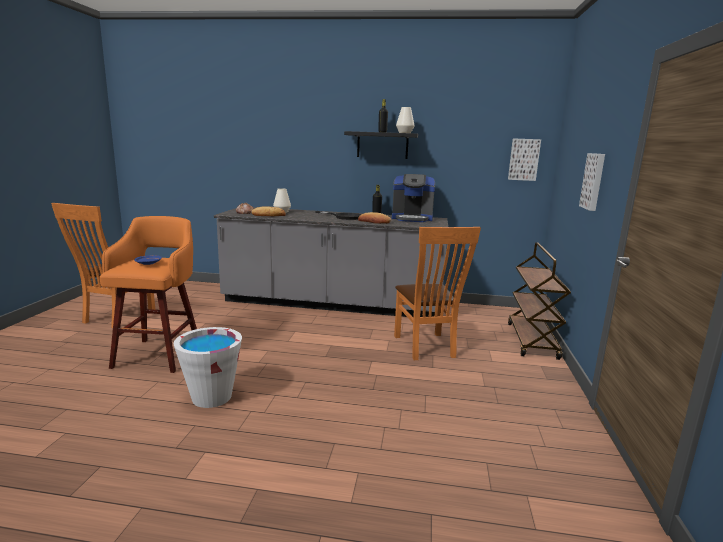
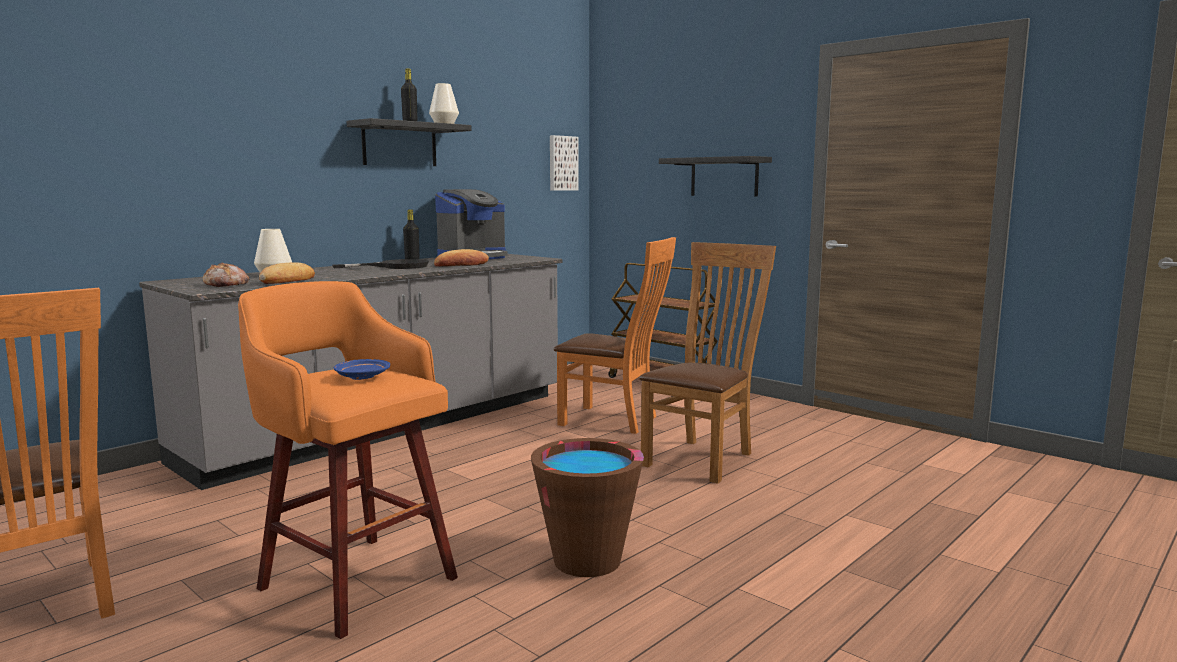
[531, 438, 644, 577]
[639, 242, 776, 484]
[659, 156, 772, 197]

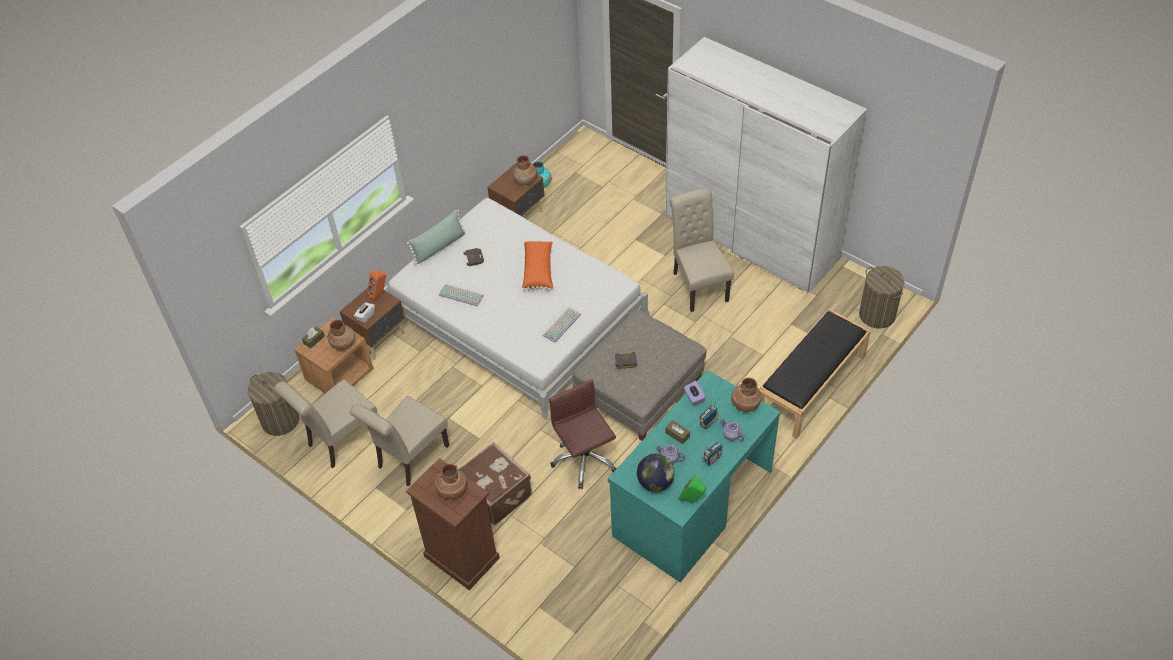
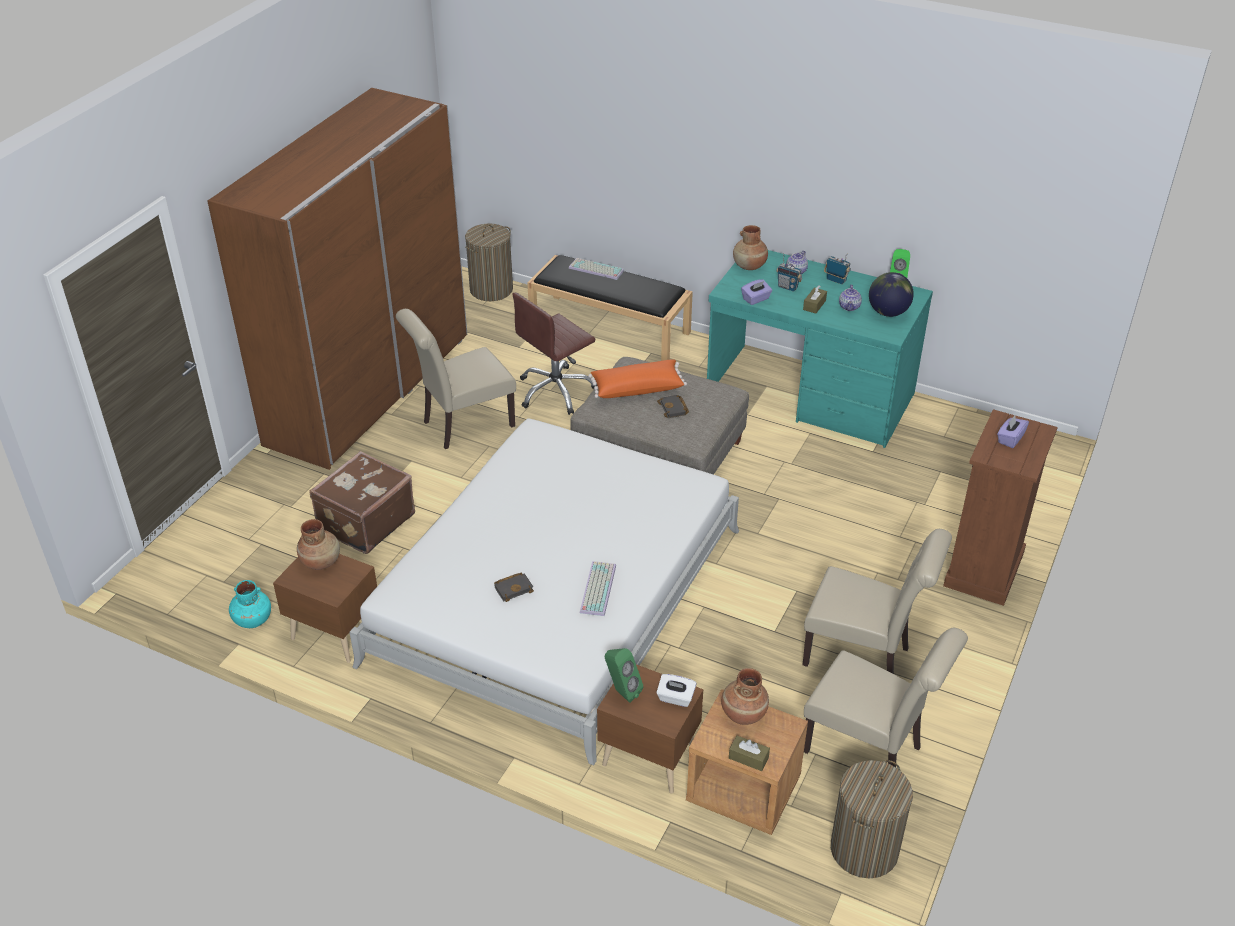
[207, 88, 467, 470]
[309, 451, 415, 554]
[512, 292, 597, 415]
[569, 258, 624, 280]
[588, 359, 687, 398]
[605, 648, 644, 703]
[997, 416, 1029, 448]
[407, 209, 466, 265] (first image)

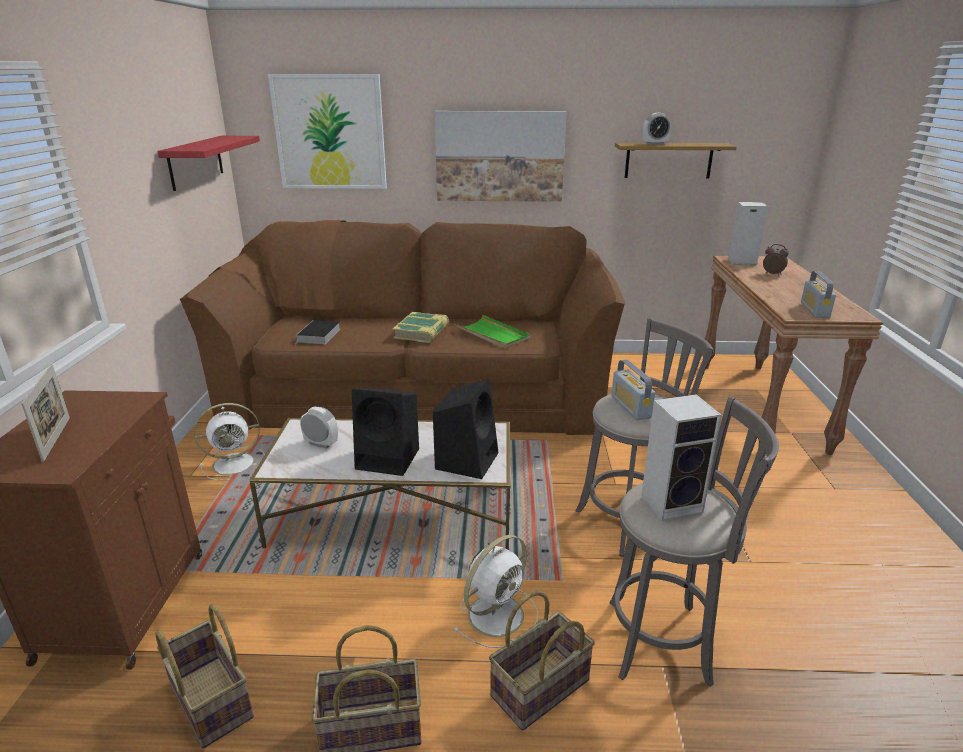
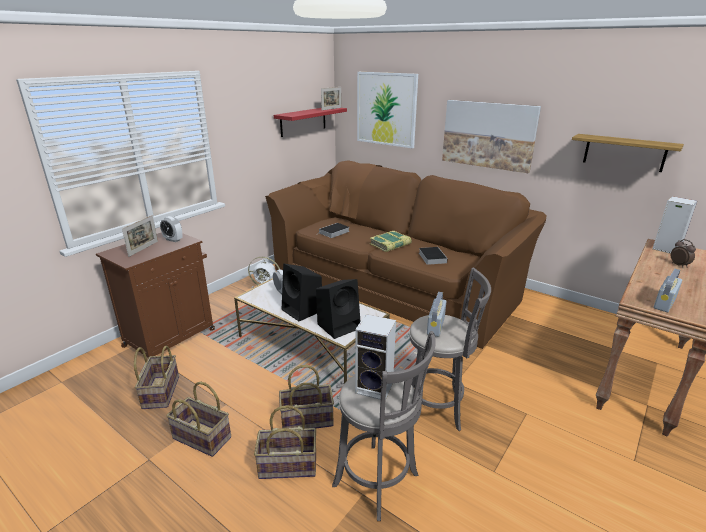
[160, 216, 183, 242]
[279, 365, 334, 428]
[321, 87, 341, 110]
[419, 247, 448, 265]

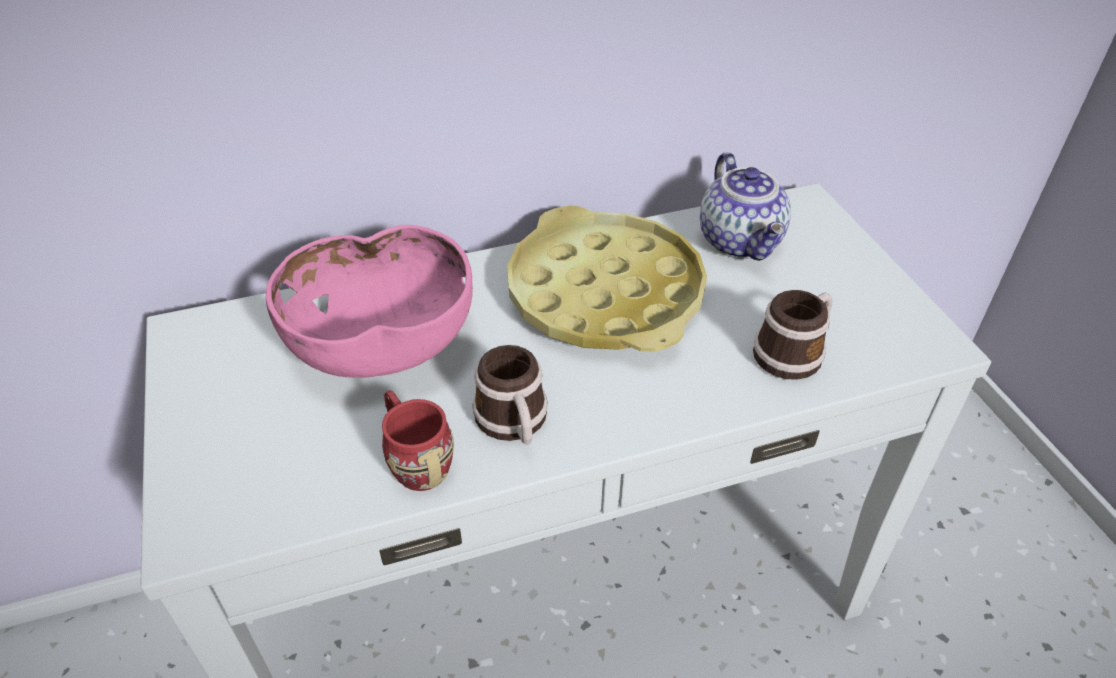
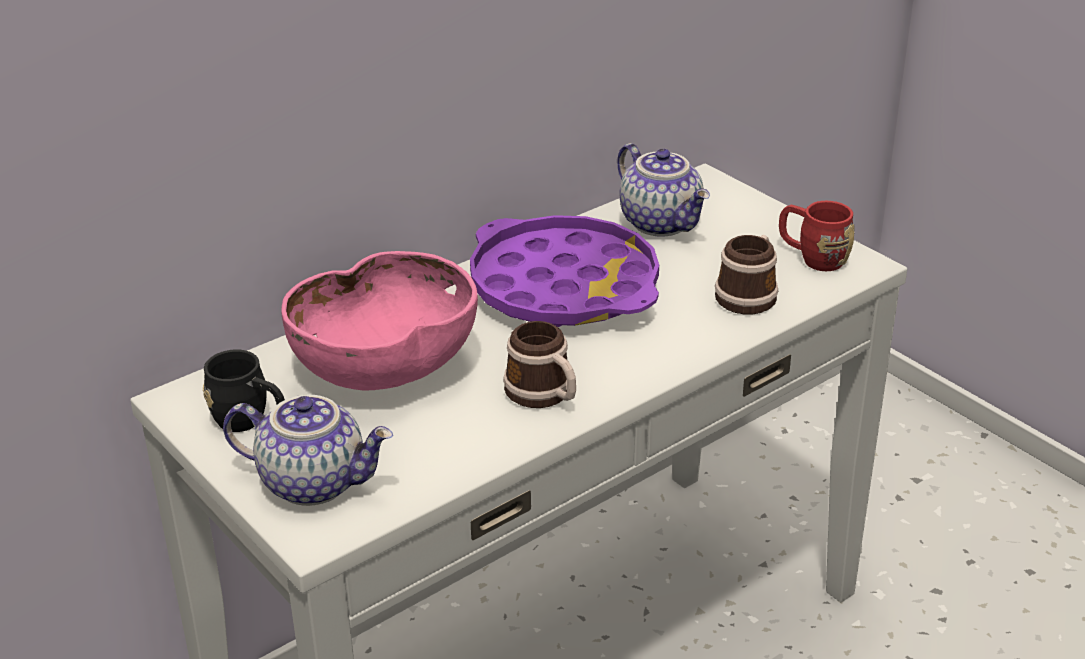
[203, 349, 285, 432]
[223, 395, 393, 506]
[470, 215, 659, 327]
[779, 201, 855, 271]

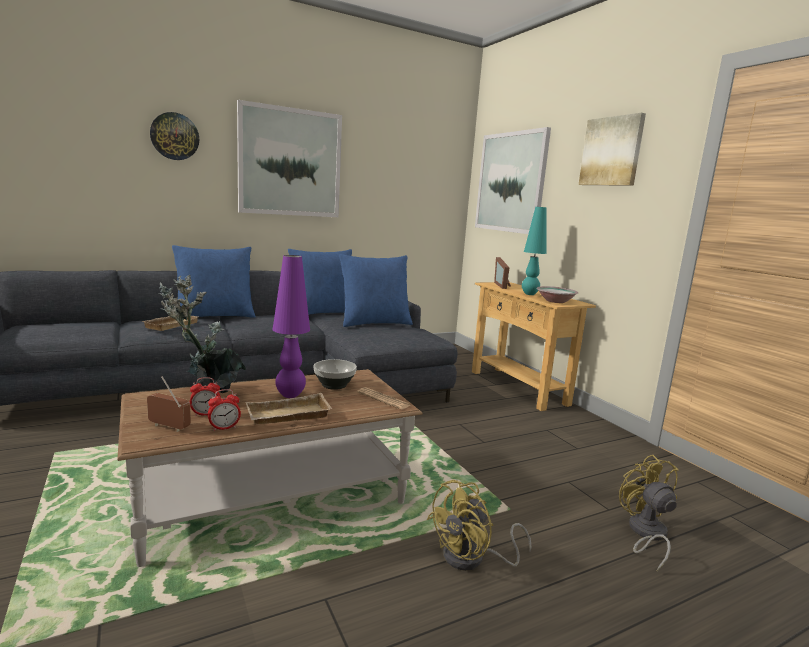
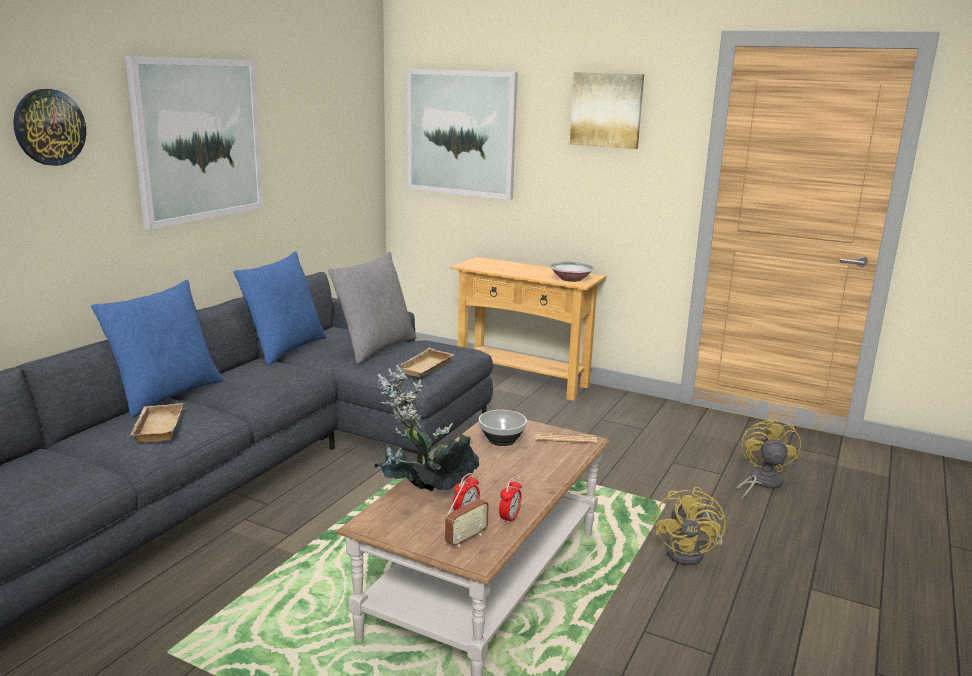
[328, 251, 417, 364]
[395, 348, 454, 377]
[445, 481, 489, 547]
[736, 417, 801, 501]
[272, 255, 310, 398] (first image)
[494, 257, 511, 289] (first image)
[522, 207, 547, 295] (first image)

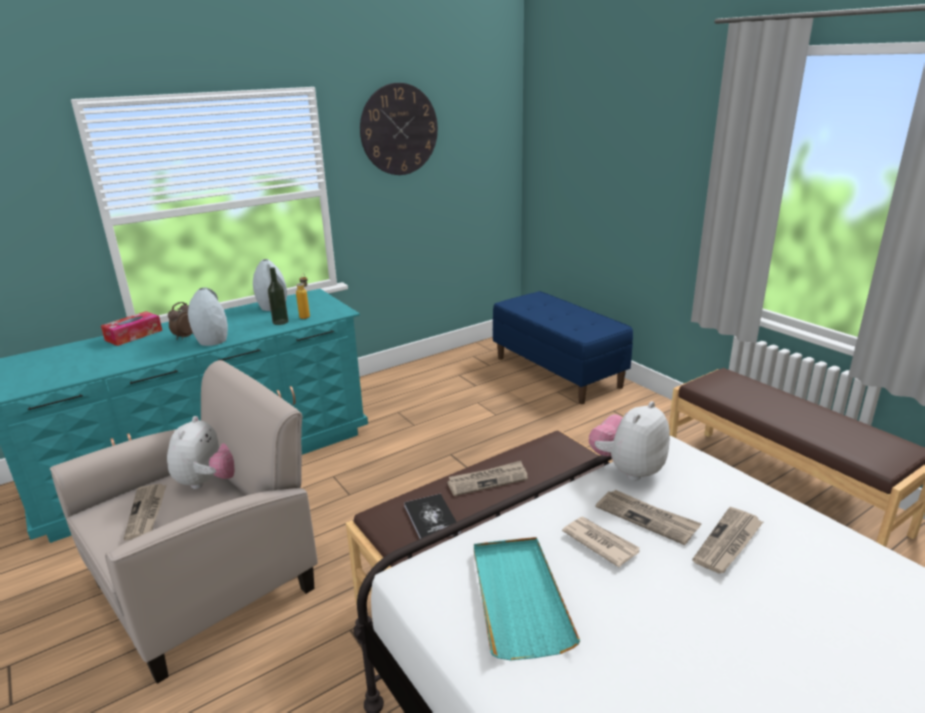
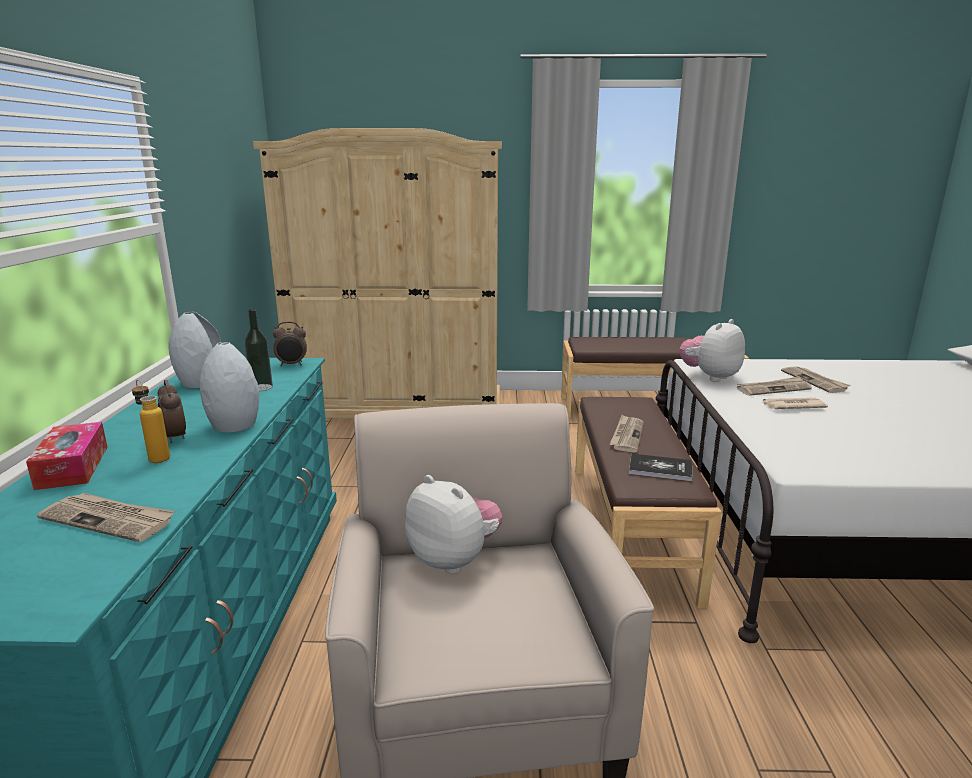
[37, 493, 175, 542]
[132, 379, 170, 463]
[253, 128, 502, 418]
[273, 321, 307, 366]
[680, 319, 745, 382]
[360, 83, 438, 175] (first image)
[474, 537, 580, 660] (first image)

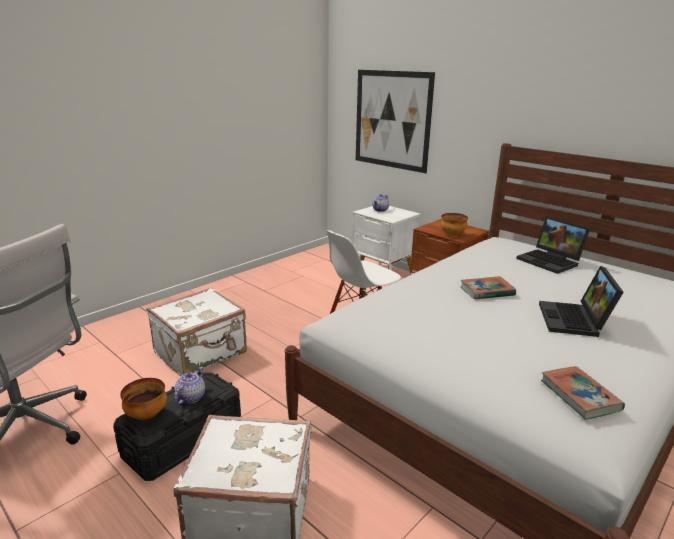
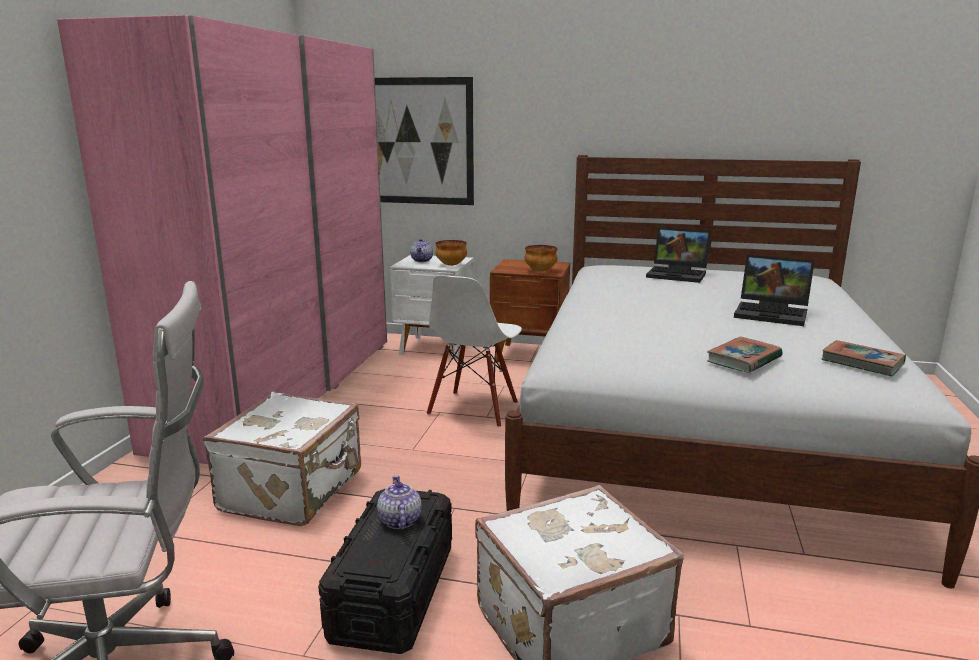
[57, 15, 387, 464]
[435, 240, 467, 266]
[707, 337, 783, 373]
[734, 255, 815, 326]

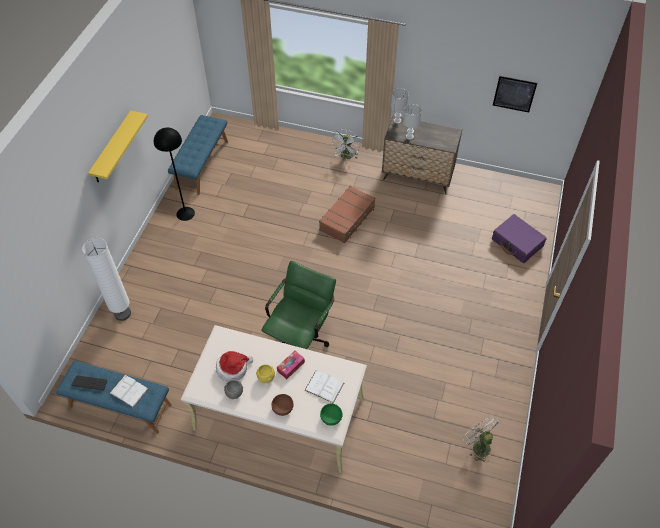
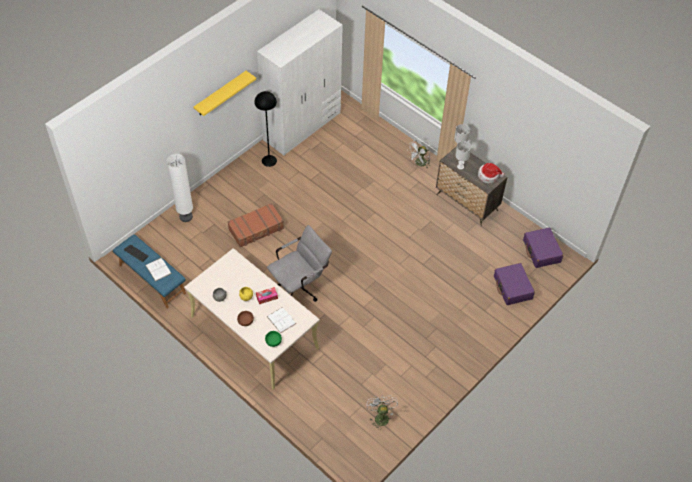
[227, 203, 284, 247]
[257, 9, 343, 156]
[267, 225, 332, 302]
[478, 163, 504, 183]
[523, 228, 563, 268]
[493, 76, 537, 112] (first image)

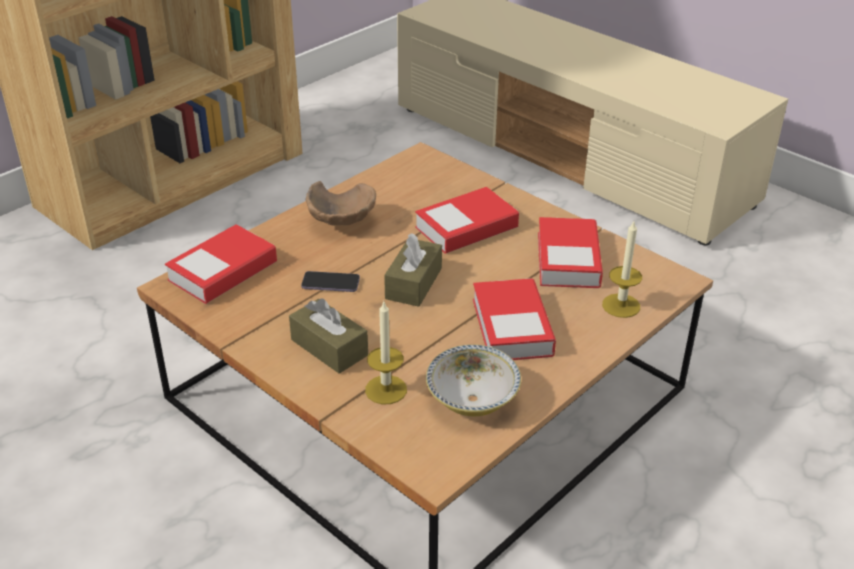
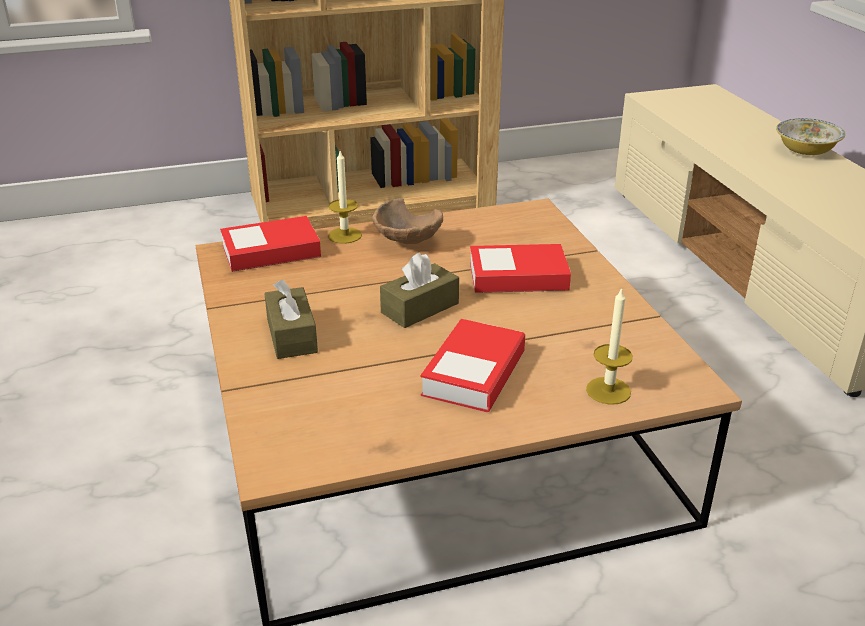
[328, 151, 362, 244]
[776, 118, 845, 155]
[301, 271, 360, 292] (first image)
[538, 217, 603, 288] (first image)

